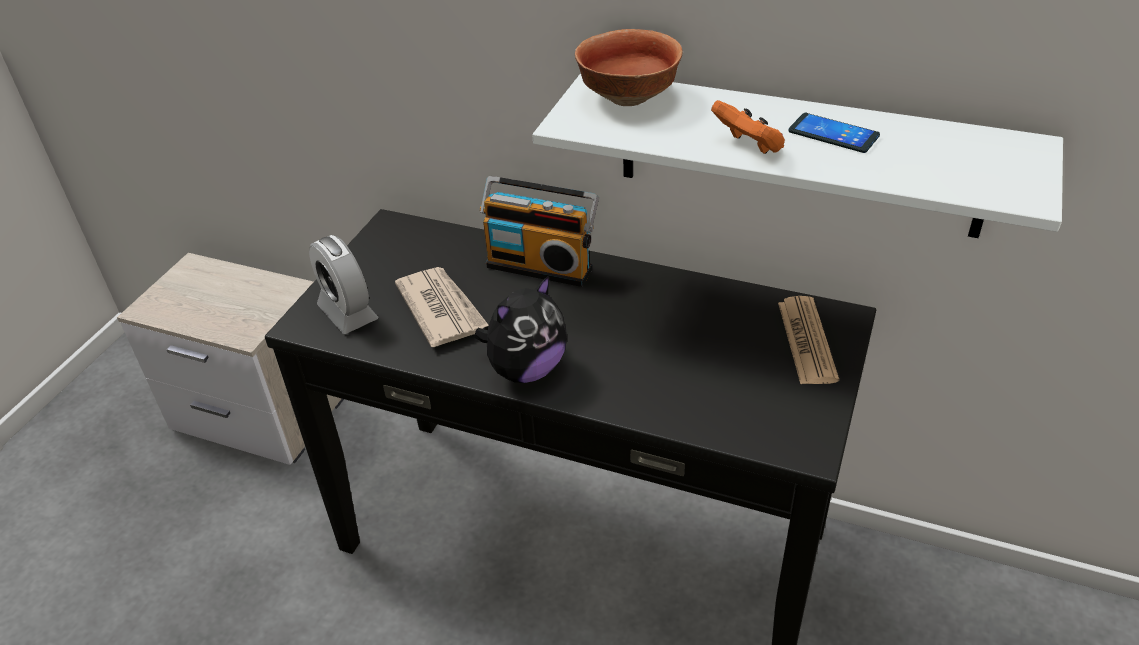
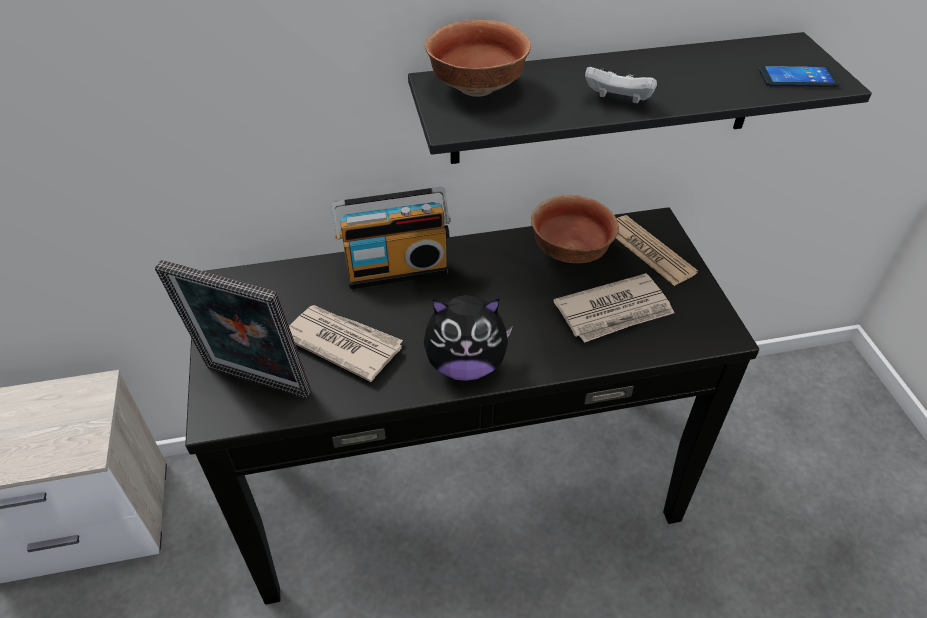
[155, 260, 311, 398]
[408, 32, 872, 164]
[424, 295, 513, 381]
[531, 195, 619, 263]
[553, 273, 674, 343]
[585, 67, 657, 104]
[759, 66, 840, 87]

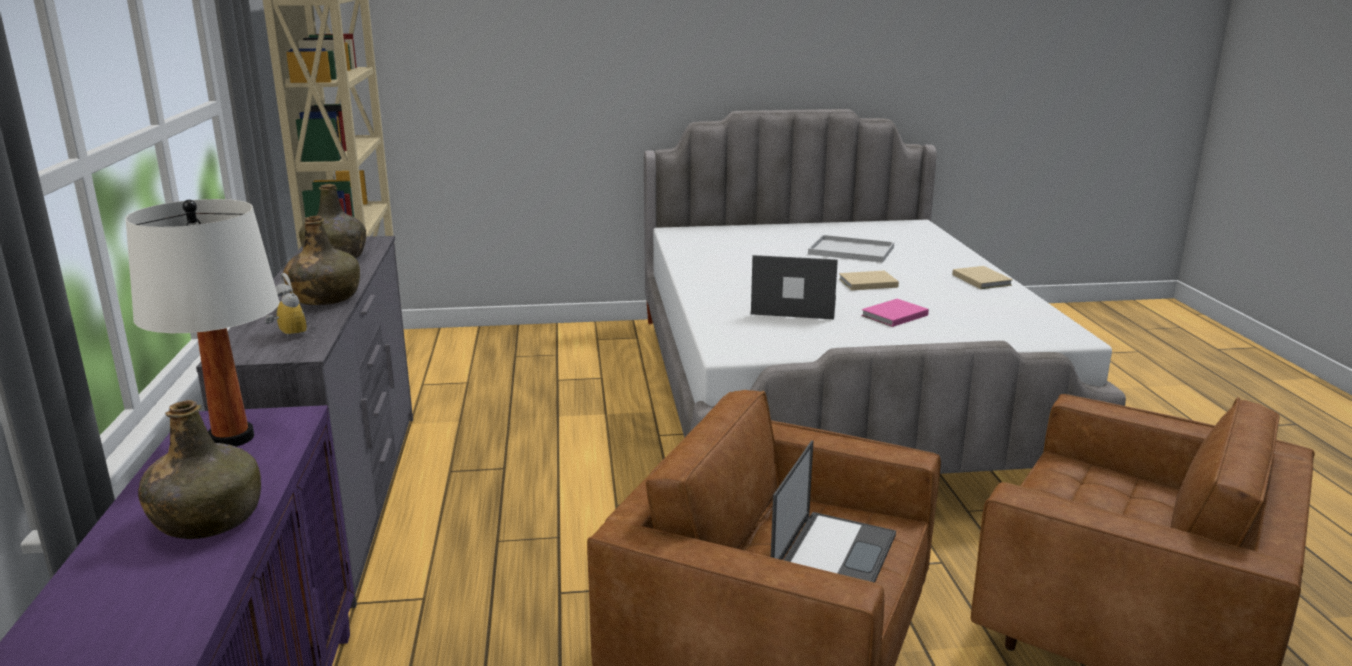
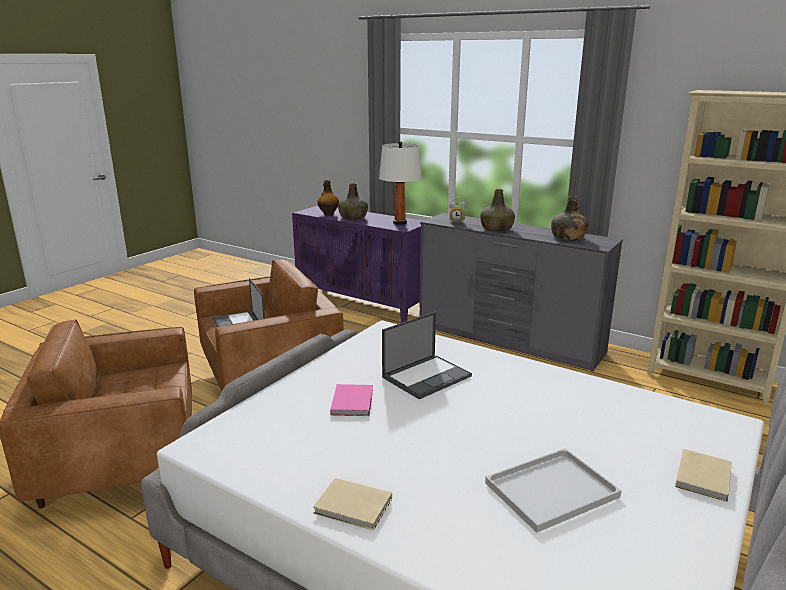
[317, 180, 339, 215]
[675, 449, 732, 502]

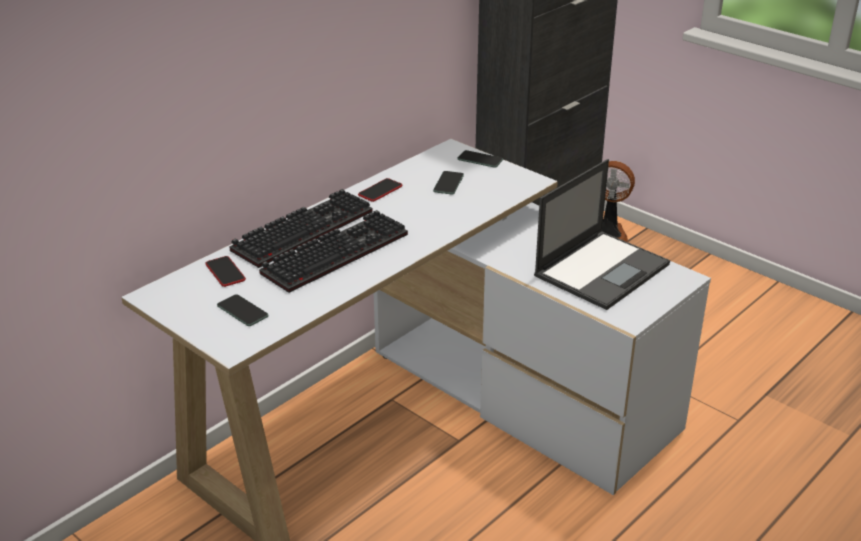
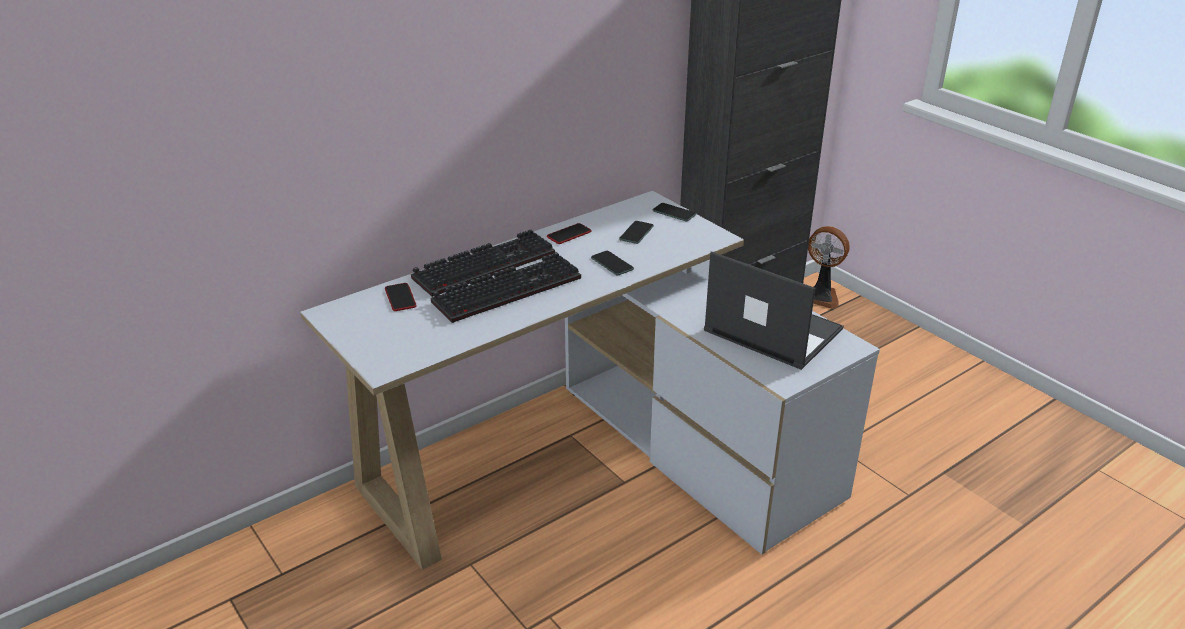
[591, 251, 634, 275]
[704, 251, 844, 370]

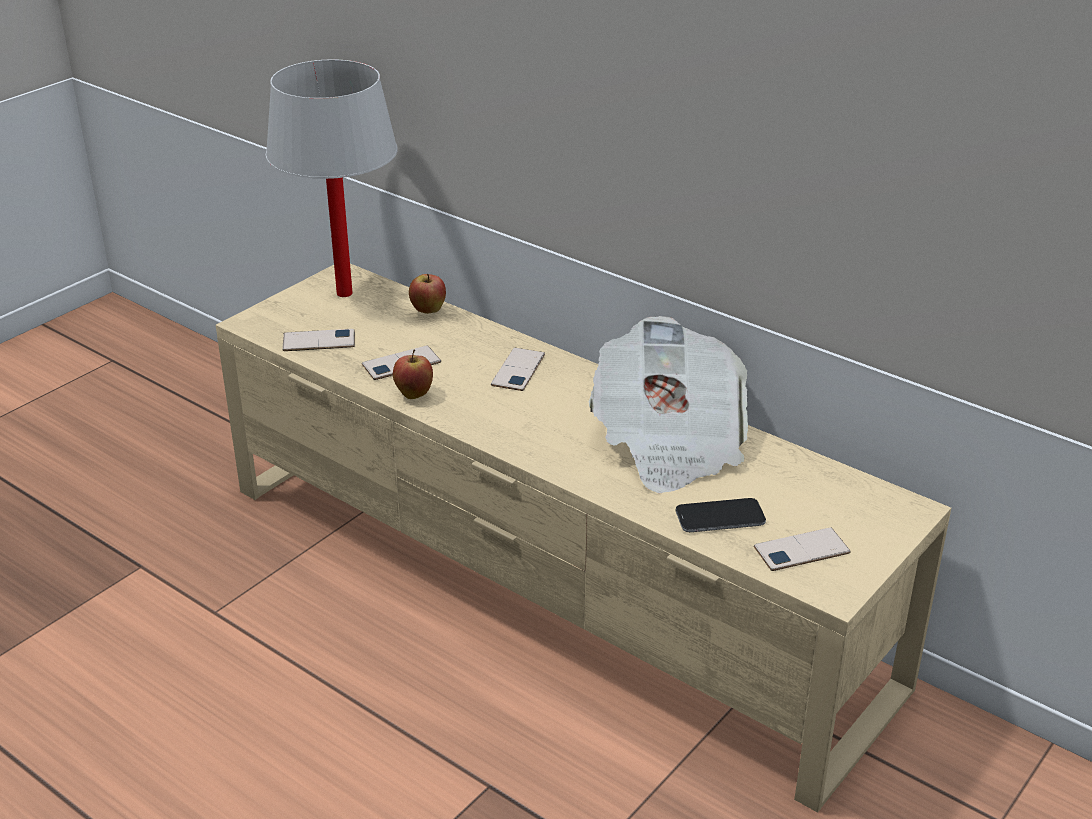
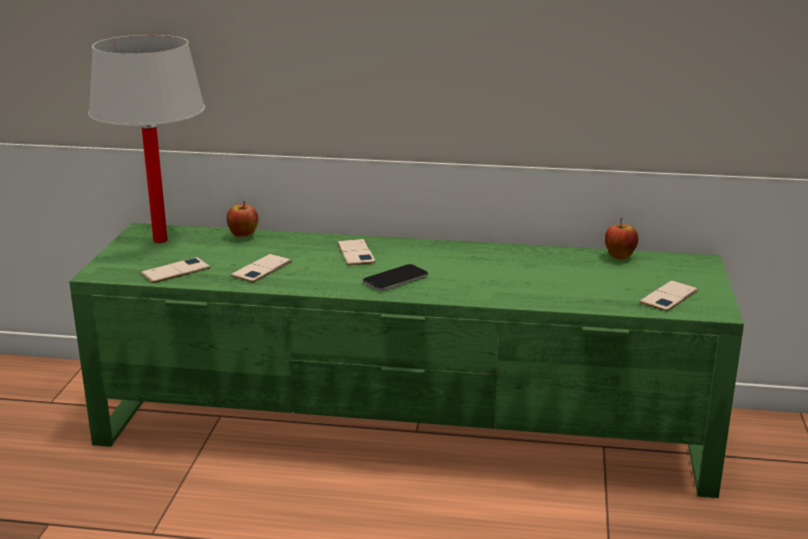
[69, 223, 744, 498]
[363, 264, 428, 291]
[605, 218, 638, 260]
[588, 316, 748, 493] (first image)

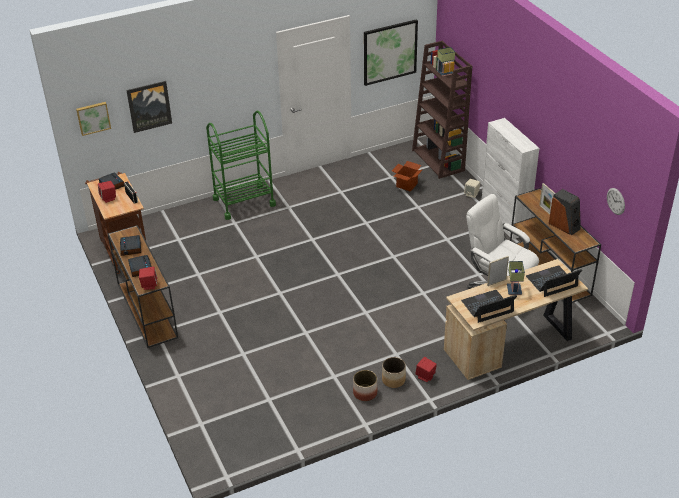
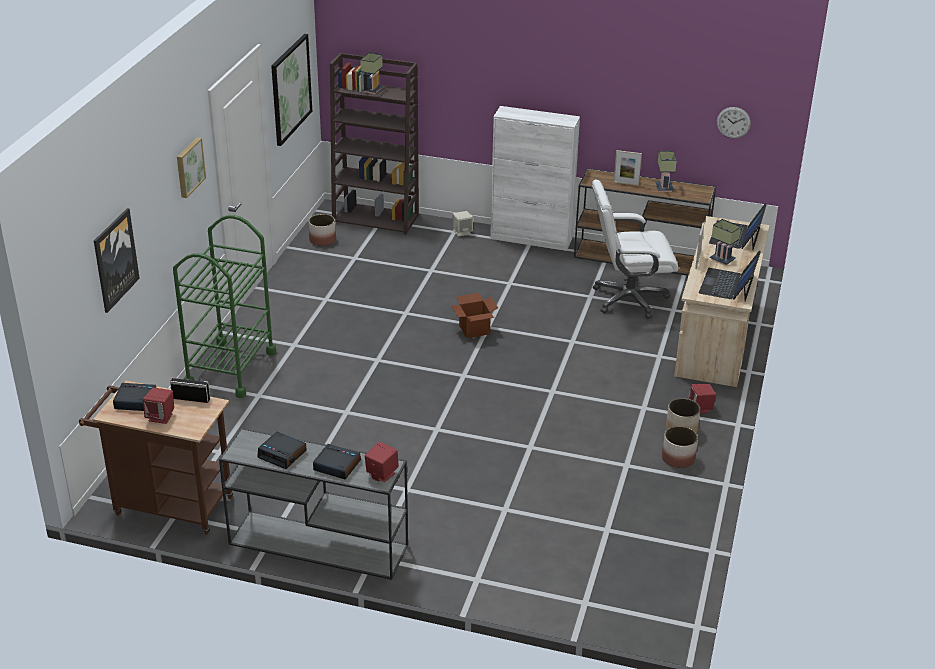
[177, 137, 206, 198]
[219, 428, 408, 580]
[309, 214, 336, 246]
[451, 293, 498, 338]
[656, 151, 677, 192]

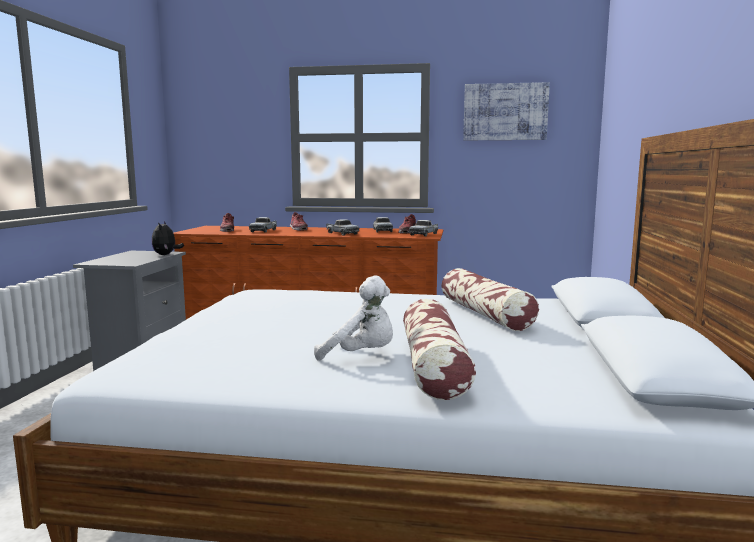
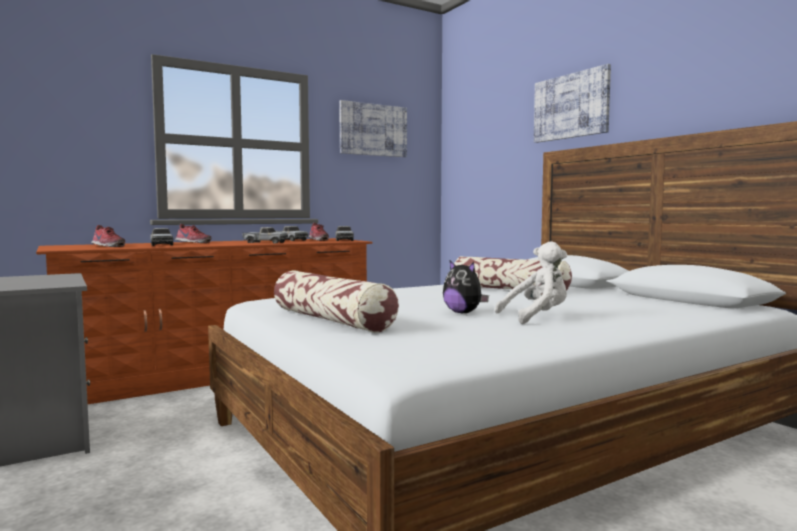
[274, 270, 399, 333]
[443, 261, 489, 313]
[534, 64, 611, 143]

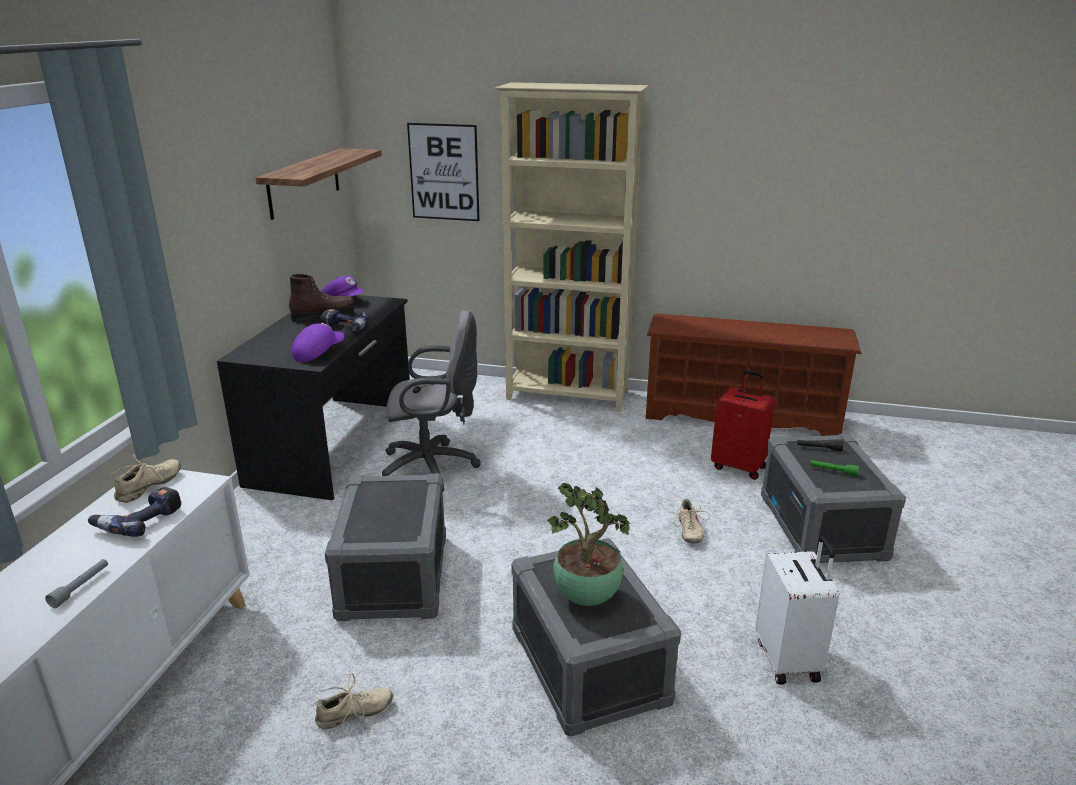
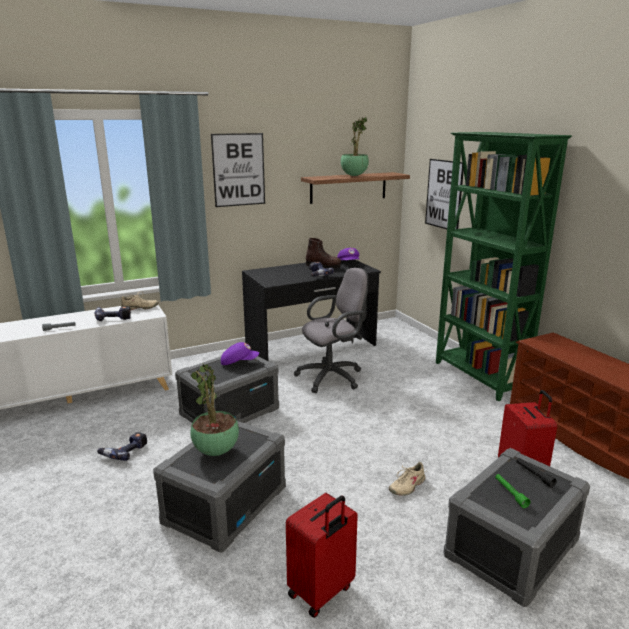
[97, 432, 147, 461]
[211, 133, 265, 207]
[221, 342, 259, 365]
[286, 493, 358, 618]
[294, 268, 368, 393]
[341, 117, 369, 176]
[436, 132, 572, 401]

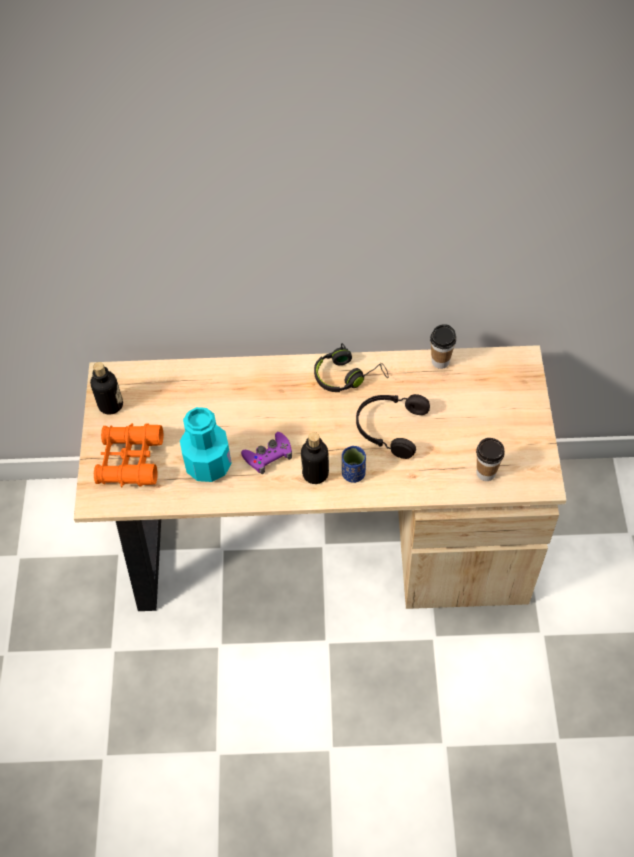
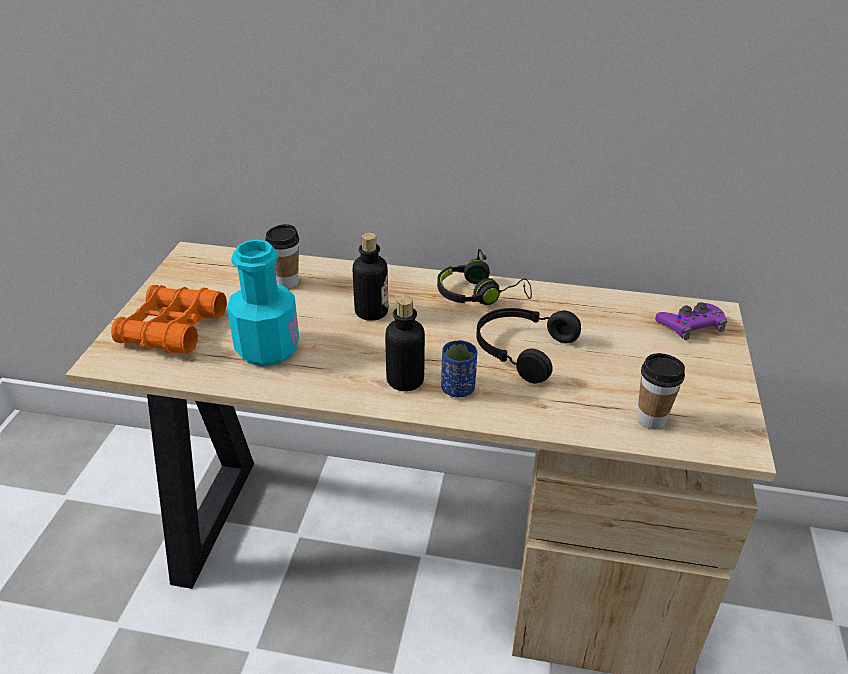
[265, 224, 299, 289]
[353, 233, 388, 321]
[655, 302, 727, 340]

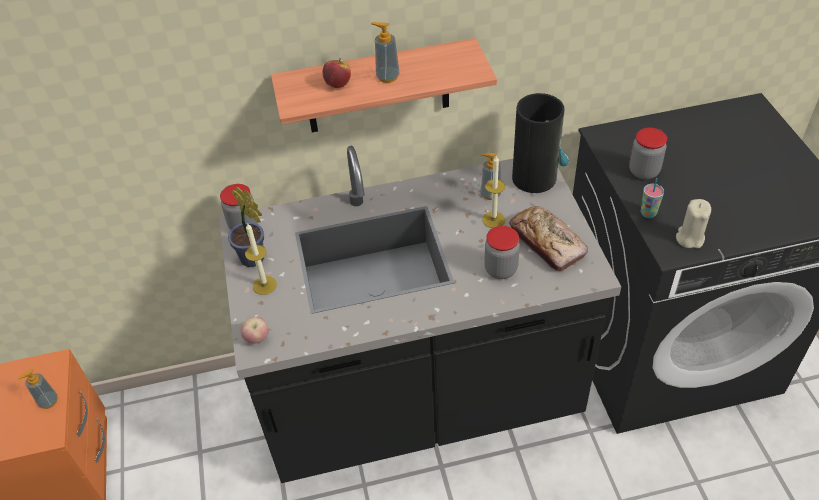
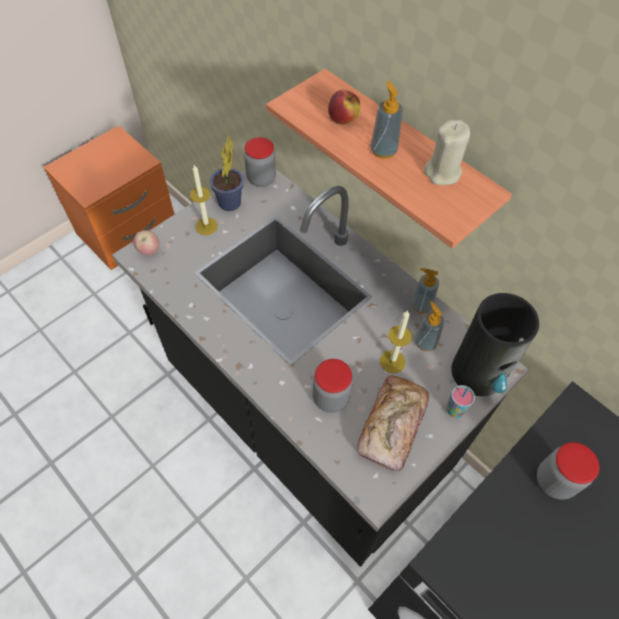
[411, 268, 439, 314]
[424, 120, 470, 185]
[446, 385, 475, 418]

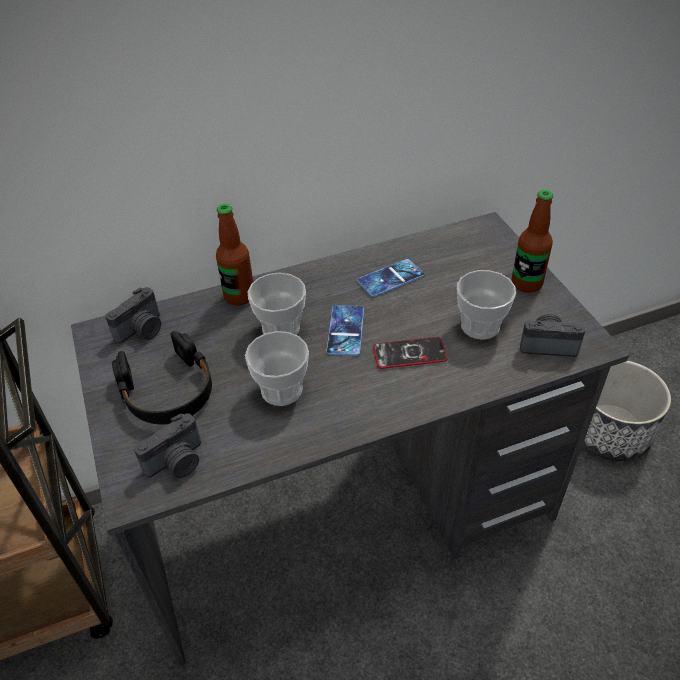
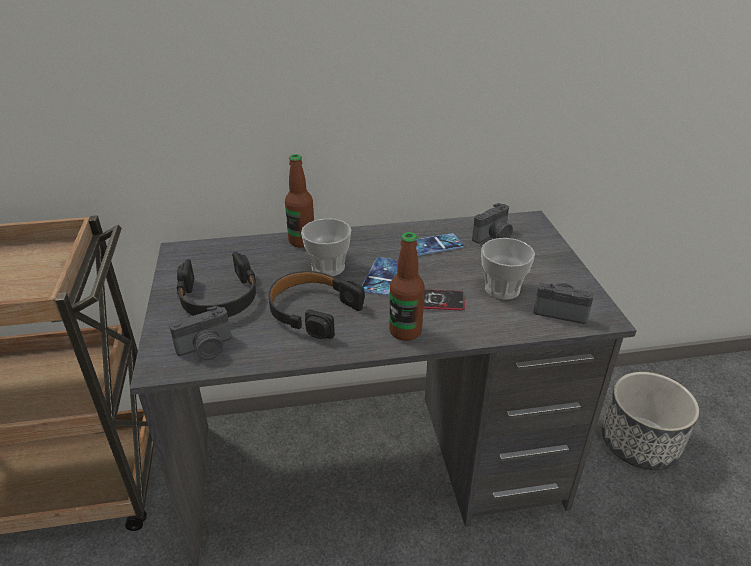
[268, 271, 365, 339]
[389, 232, 425, 341]
[472, 203, 513, 243]

